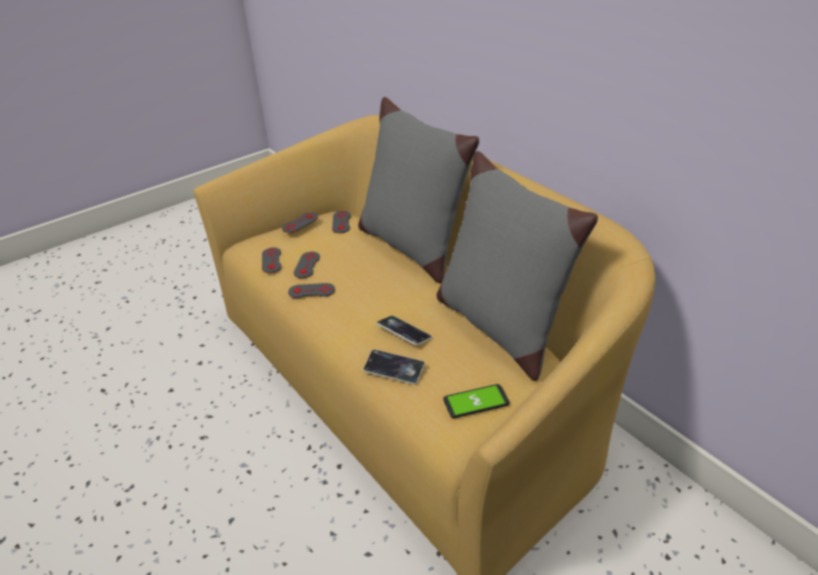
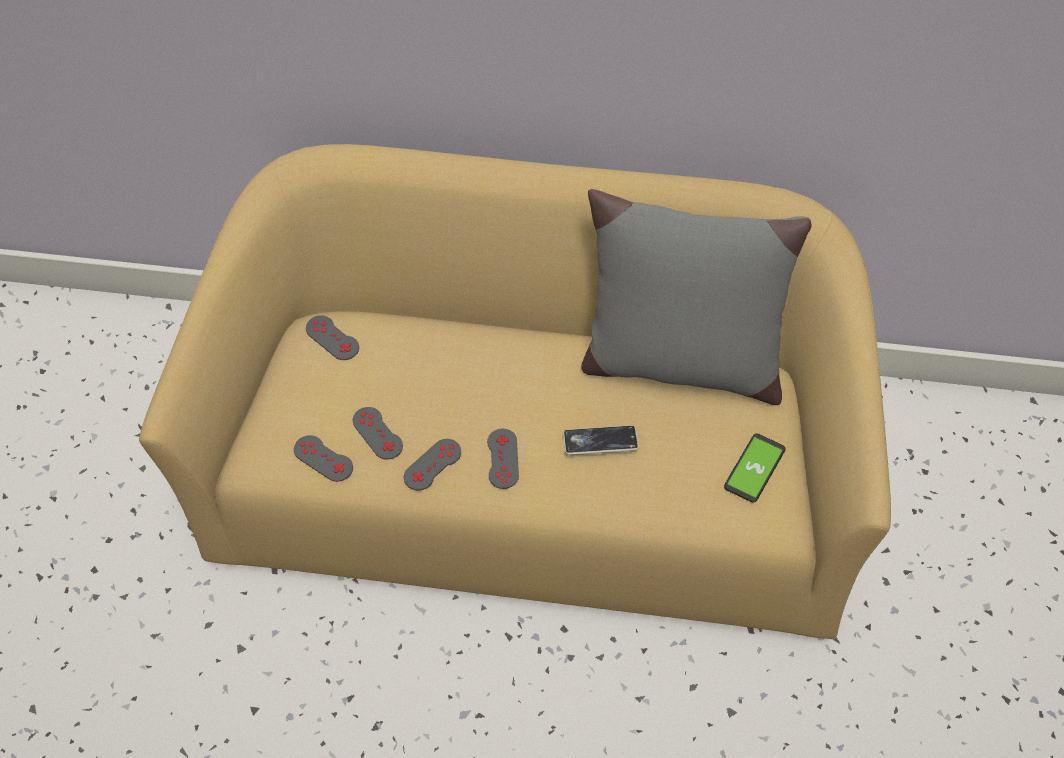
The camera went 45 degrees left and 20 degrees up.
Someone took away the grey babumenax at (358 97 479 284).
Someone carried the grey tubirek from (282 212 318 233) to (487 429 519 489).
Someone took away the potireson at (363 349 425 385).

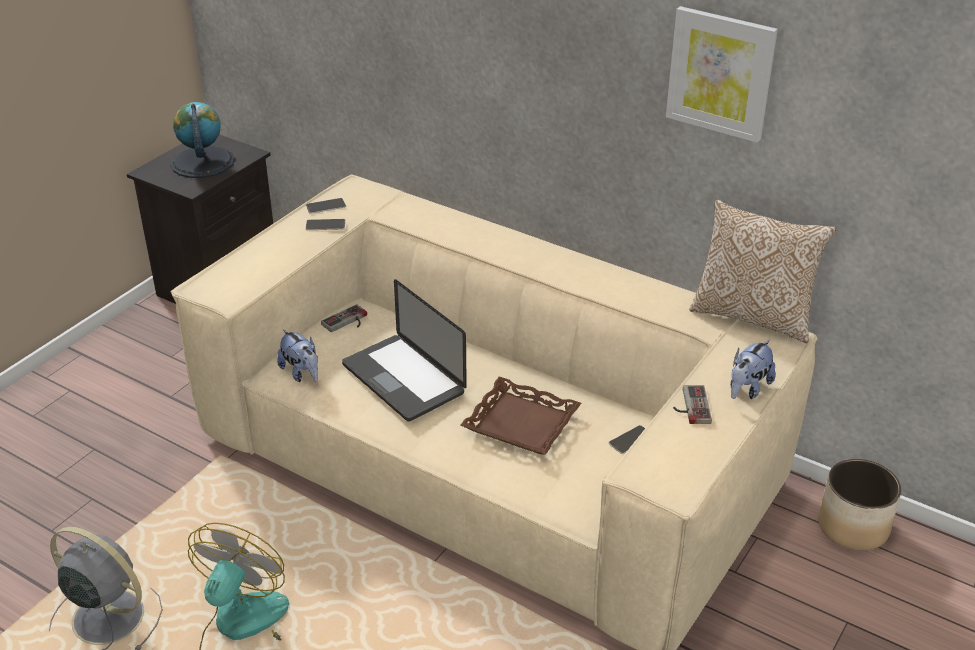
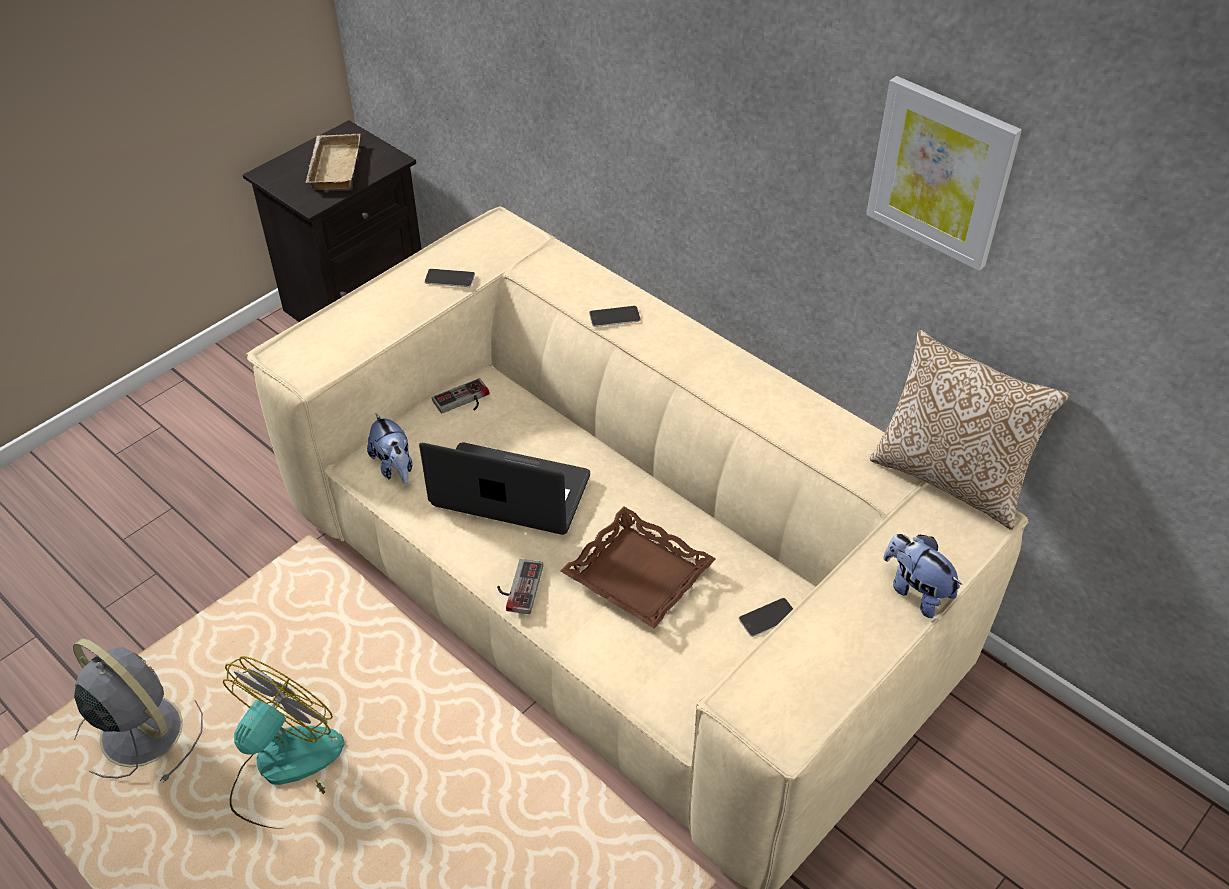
The camera went 10 degrees right and 10 degrees up.
Someone swapped the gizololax at (170 102 235 178) for the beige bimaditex at (305 134 360 190).
Someone carried the potireson from (306 198 346 214) to (589 306 641 327).
Someone rotated the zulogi at (342 279 467 422) by 135 degrees clockwise.
Someone rotated the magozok at (730 340 776 399) by 90 degrees clockwise.
Someone carried the tubirek from (673 385 712 424) to (497 559 543 614).
Someone took away the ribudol at (818 459 901 550).

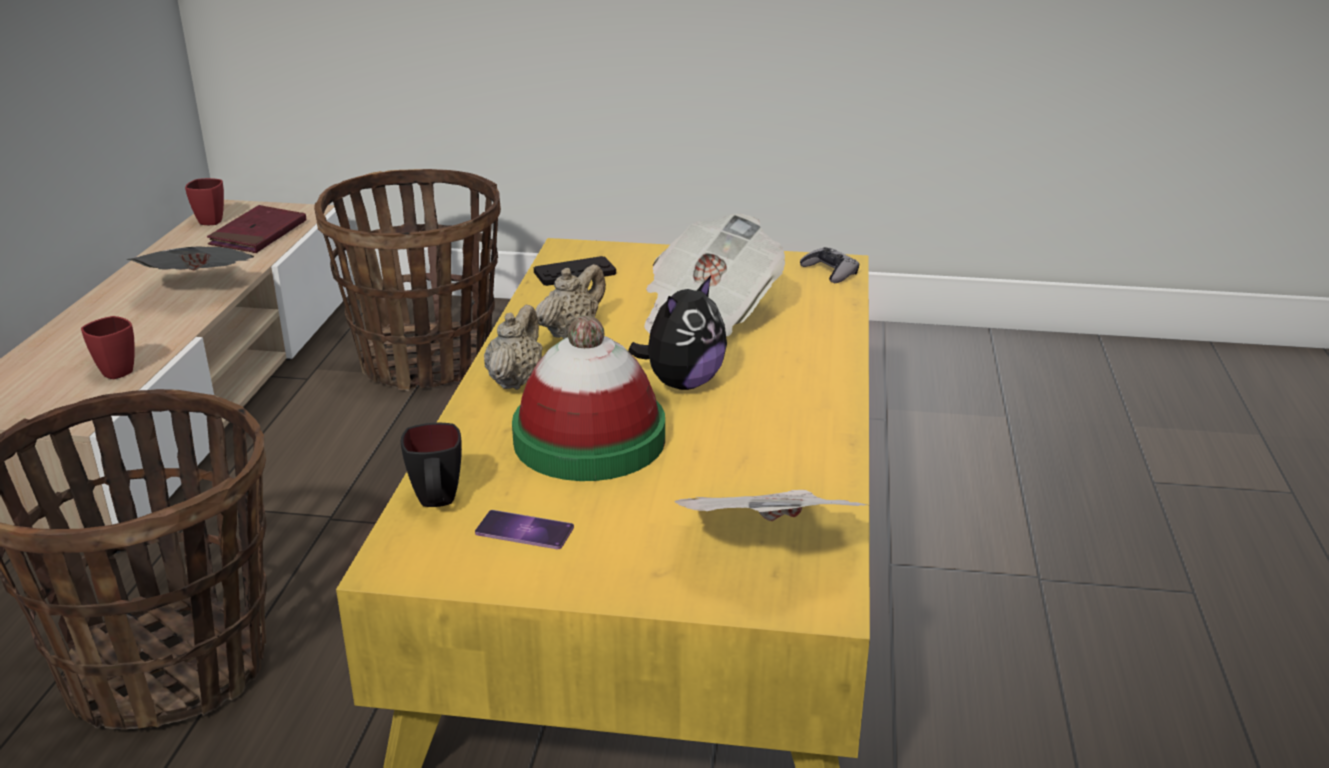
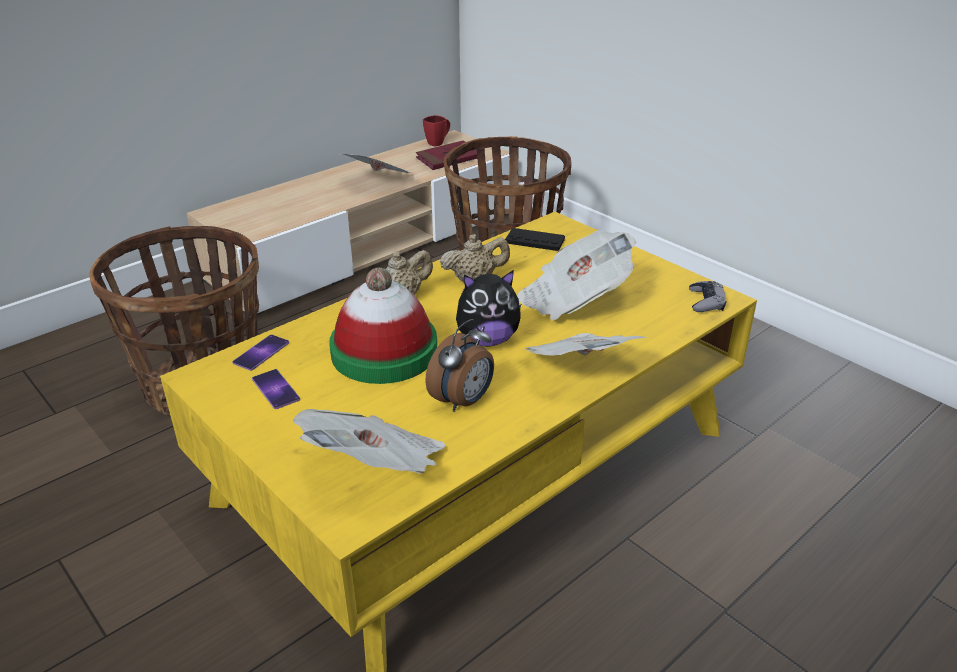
The camera went 40 degrees right and 5 degrees up.
Someone took away the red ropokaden at (81 316 135 379).
Someone swapped the black ropokaden at (401 423 462 507) for the potireson at (232 334 289 371).
Someone put down the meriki at (425 319 494 412).
Someone put down the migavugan at (525 333 647 356).

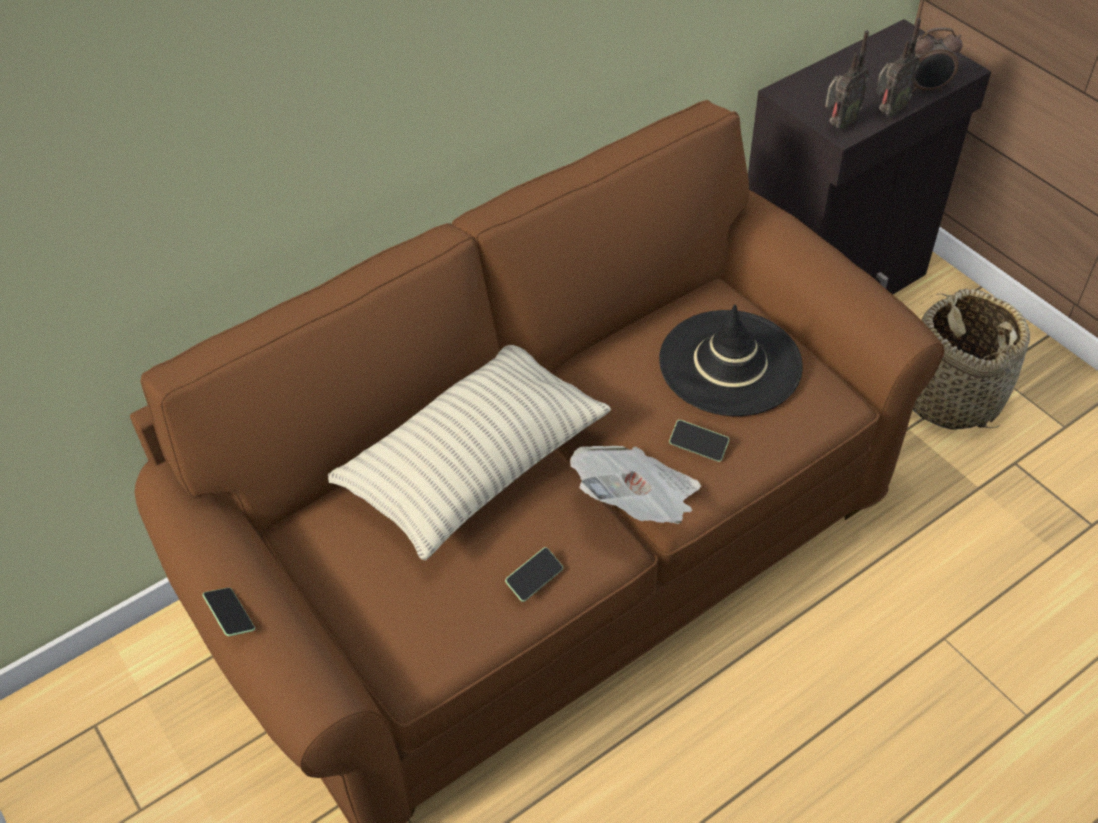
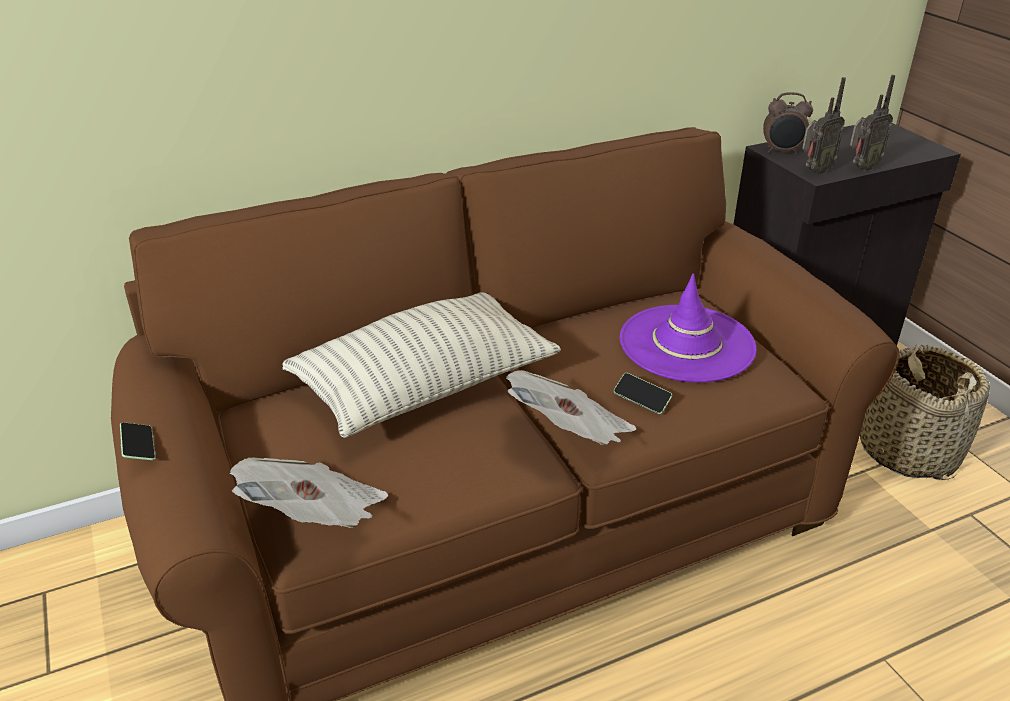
The camera went 10 degrees right and 15 degrees down.
Someone carried the meriki from (911 27 963 93) to (763 92 813 154).
Someone repainted the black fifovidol at (659 304 803 416), which became the purple fifovidol at (620 274 757 383).
Someone took away the potireson at (505 547 563 602).
Someone put down the migavugan at (230 458 388 528).

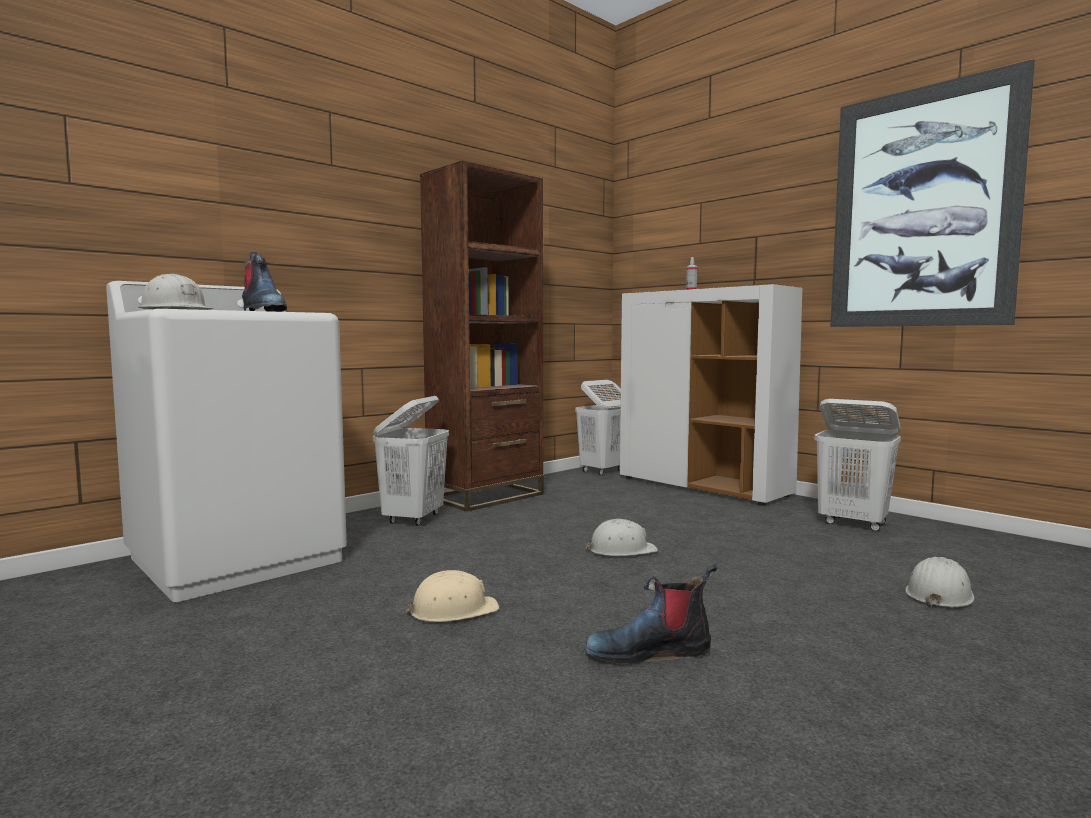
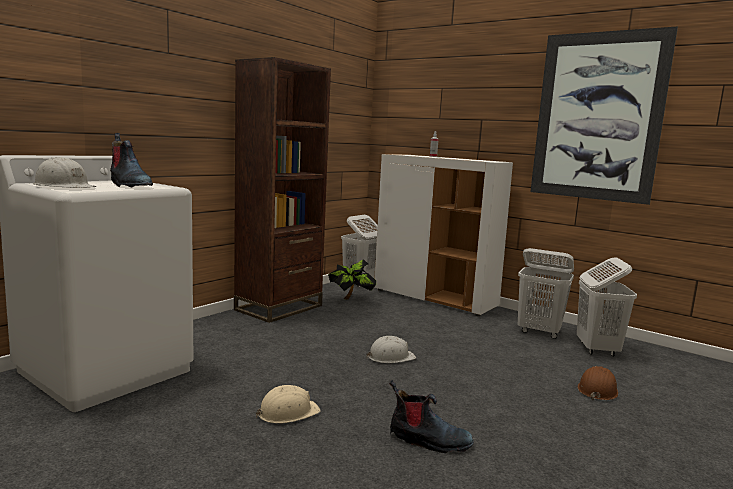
The camera went 10 degrees left and 5 degrees up.
Someone carried the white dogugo from (373 396 449 526) to (577 258 637 357).
Someone repainted the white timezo at (906 557 974 608), which became the brown timezo at (577 366 618 400).
Someone rotated the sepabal at (585 564 717 663) by 150 degrees counterclockwise.
Someone put down the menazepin at (328 259 376 300).

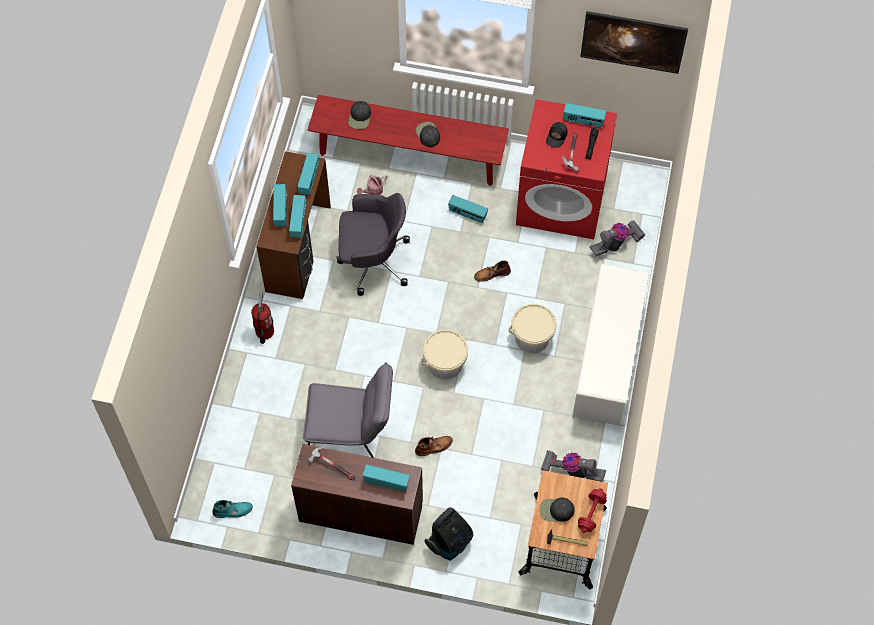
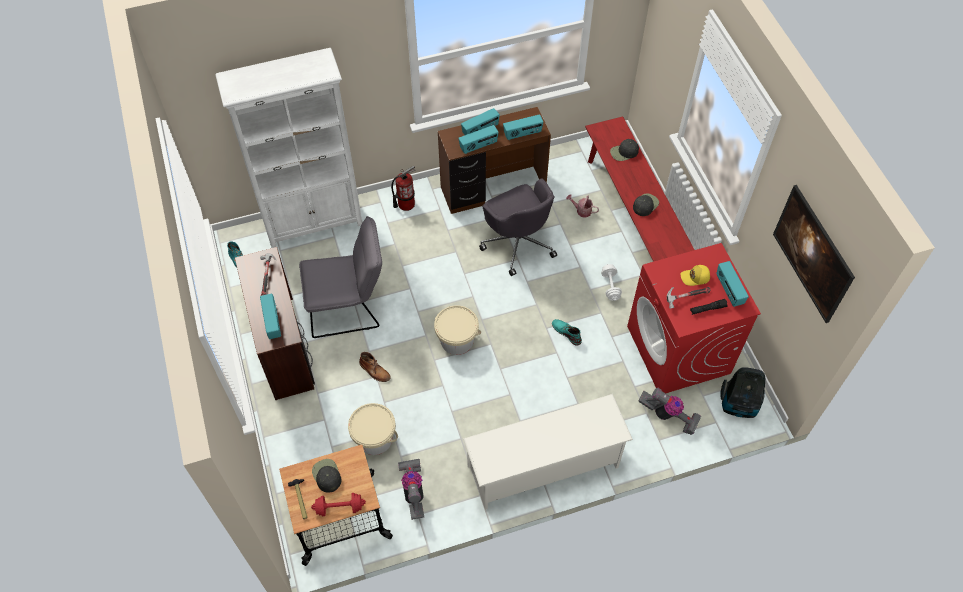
The camera went 60 degrees right and 5 degrees down.
Someone repainted the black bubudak at (546 122 568 148), which became the yellow bubudak at (681 265 710 286).
Someone swapped the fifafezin at (448 195 488 223) for the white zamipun at (601 264 622 301).
Someone repainted the brown sepabal at (474 260 511 282), which became the turquoise sepabal at (552 319 582 346).
Someone carried the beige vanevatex from (508 304 556 353) to (348 403 398 455).
Someone rotated the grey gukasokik at (303 362 393 458) by 75 degrees counterclockwise.
Someone carried the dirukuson from (424 507 473 561) to (720 367 765 418).
Someone put down the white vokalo at (215 48 363 248).

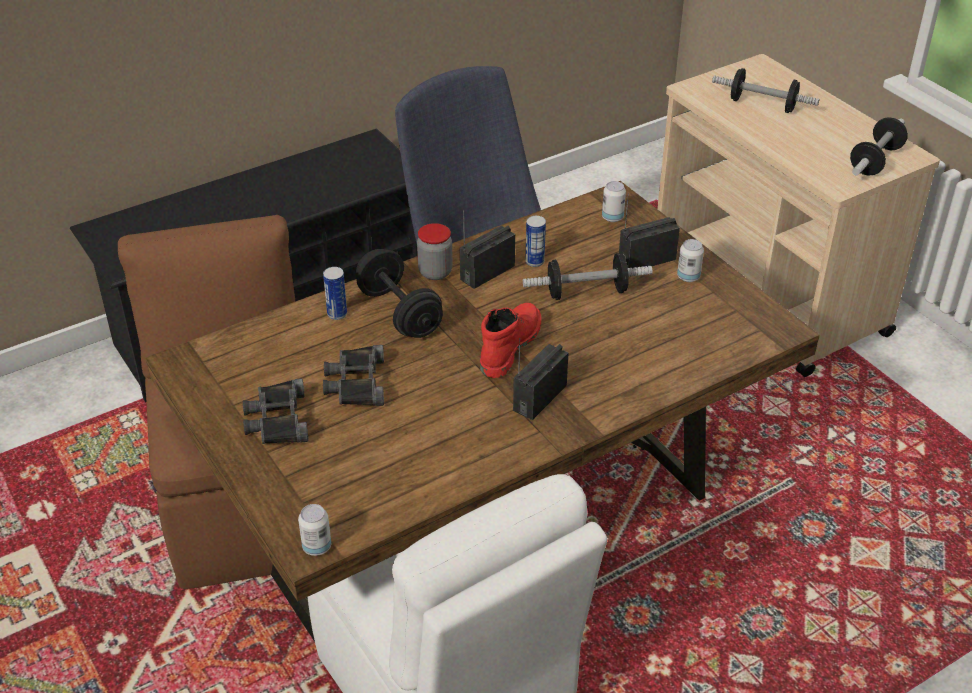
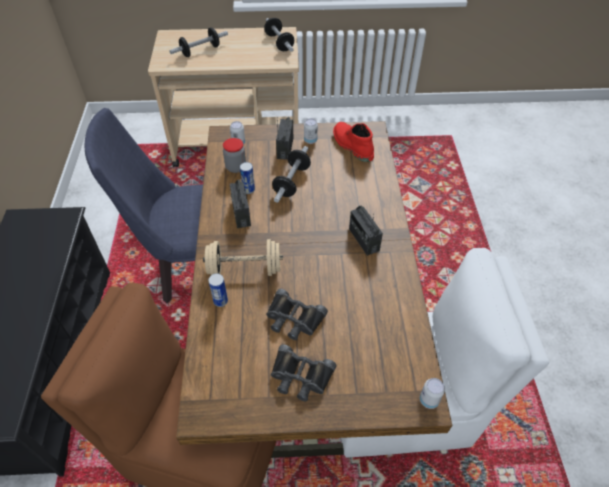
The camera went 60 degrees left and 10 degrees up.
Someone carried the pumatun from (417 223 453 280) to (223 138 246 173).
Someone repainted the black zamipun at (356 249 443 338), which became the beige zamipun at (203 239 283 276).
Someone carried the red sepabal from (480 303 541 378) to (333 122 374 162).

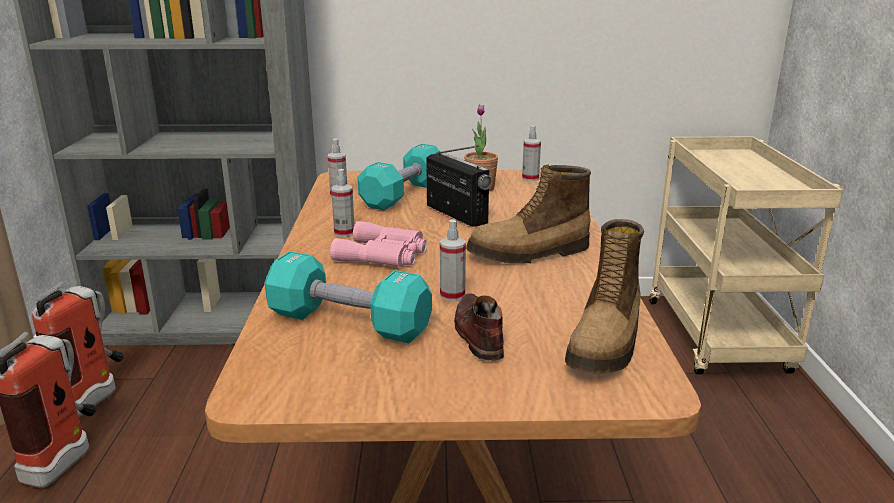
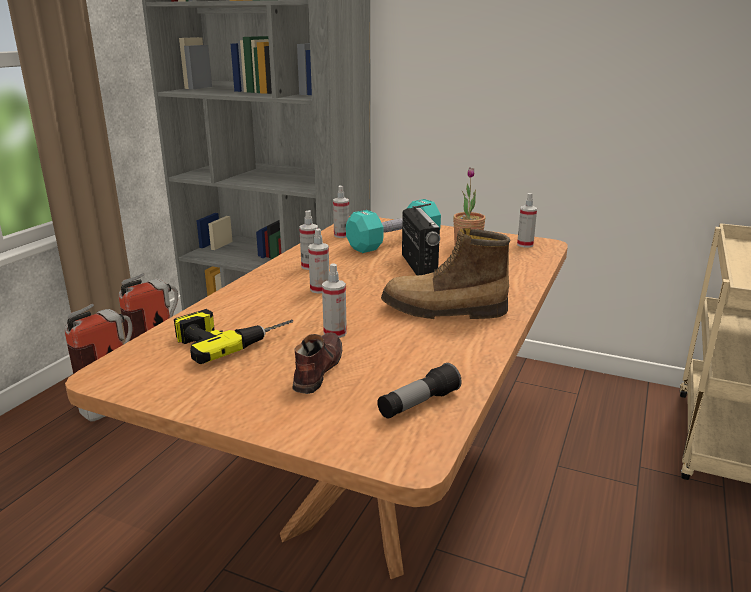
The camera went 25 degrees right and 0 degrees up.
Someone swapped the sepabal at (565 219 644 374) for the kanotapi at (377 363 462 419).
Someone swapped the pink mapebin at (330 221 427 267) for the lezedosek at (308 228 329 293).
Someone swapped the turquoise zamipun at (265 251 432 343) for the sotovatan at (174 309 293 364).

